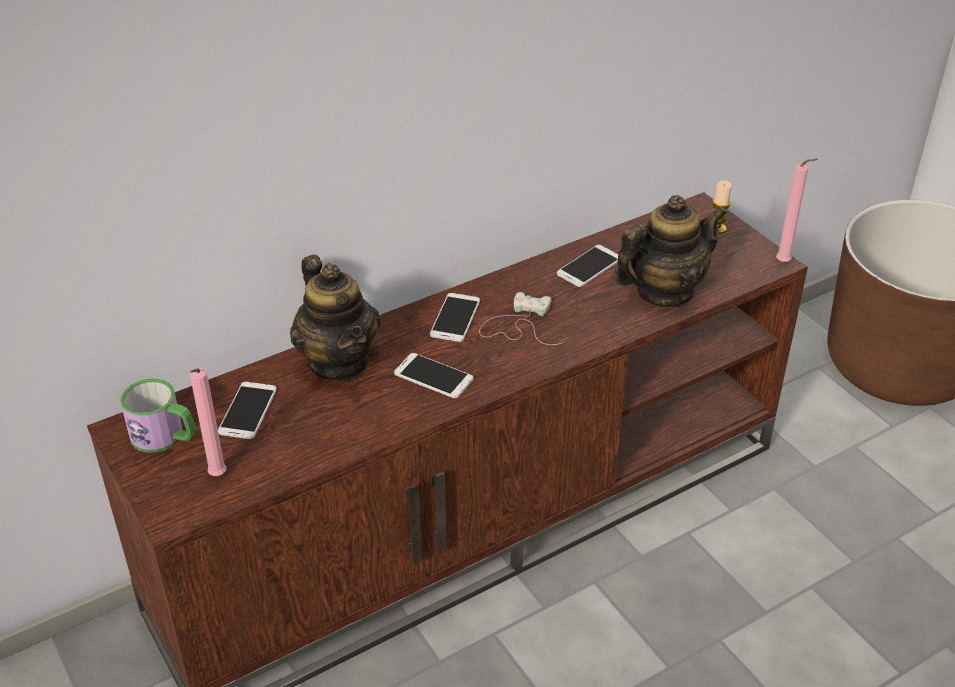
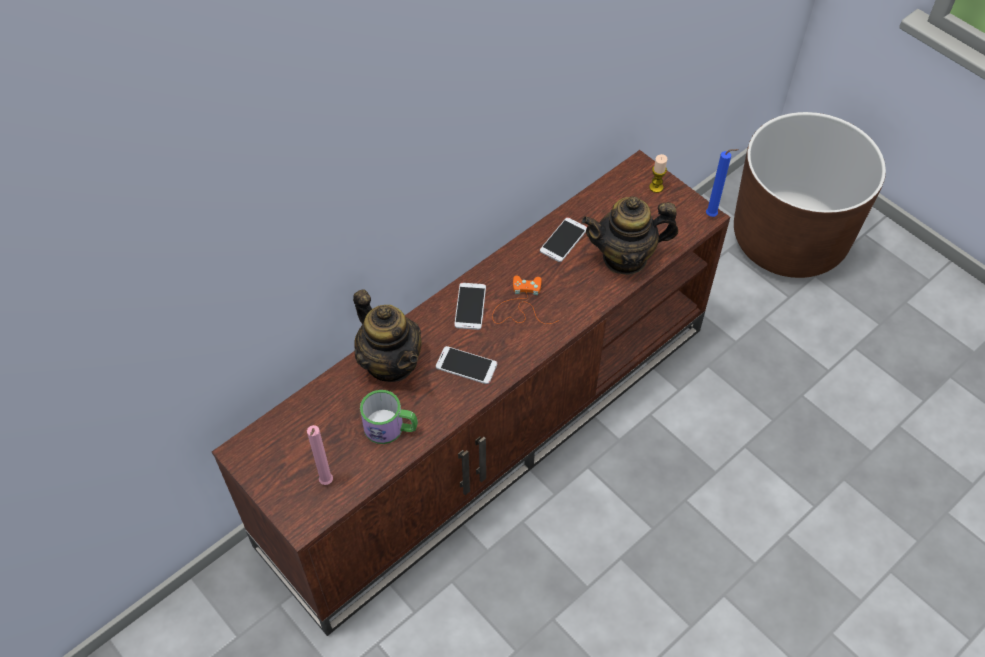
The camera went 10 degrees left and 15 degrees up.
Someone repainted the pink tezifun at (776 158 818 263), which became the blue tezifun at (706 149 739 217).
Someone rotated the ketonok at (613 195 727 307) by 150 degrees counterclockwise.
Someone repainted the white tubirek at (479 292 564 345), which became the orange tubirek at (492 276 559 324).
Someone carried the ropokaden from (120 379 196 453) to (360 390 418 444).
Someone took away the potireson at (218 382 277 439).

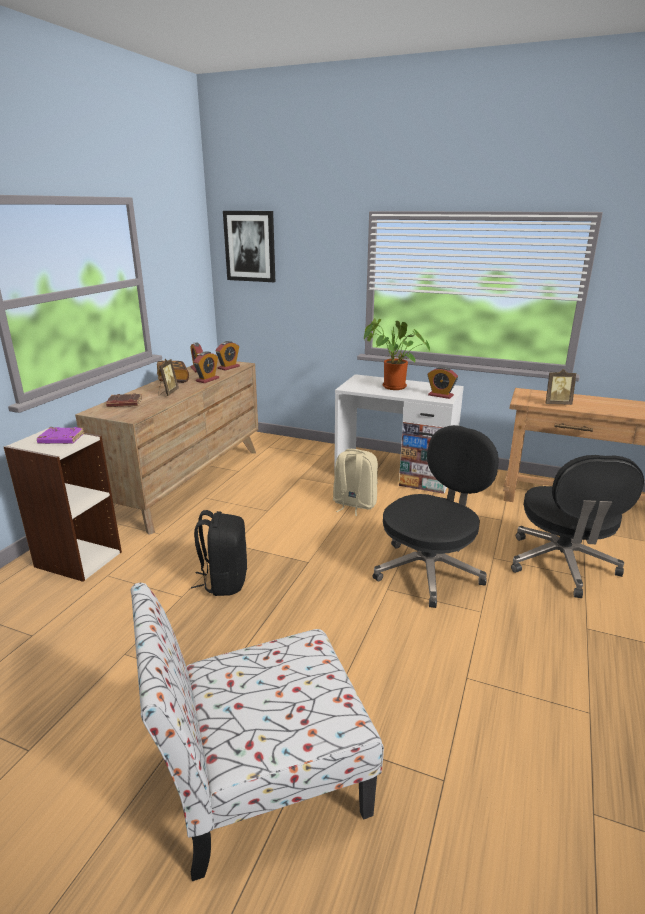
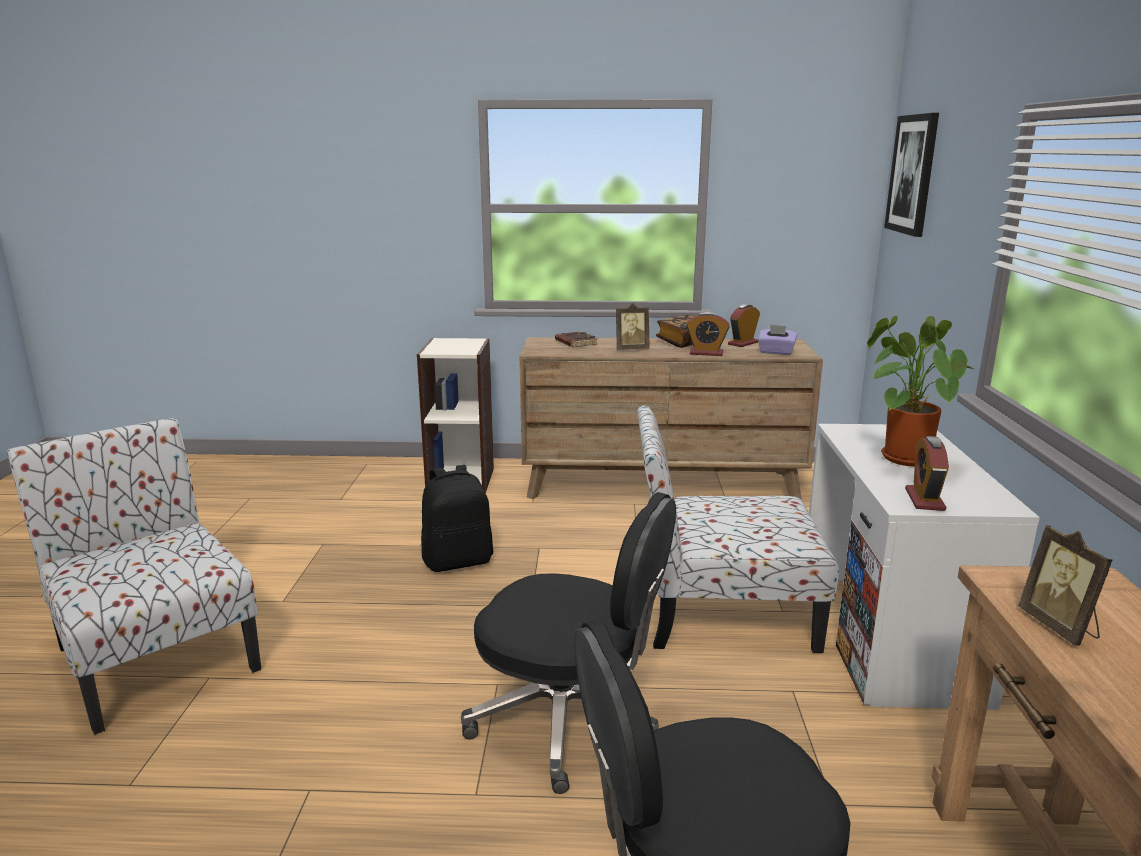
The camera went 70 degrees right and 5 degrees down.
Someone swapped the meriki at (215 341 240 371) for the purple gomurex at (758 325 797 355).
Someone took away the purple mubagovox at (37 427 85 444).
Someone swapped the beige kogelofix at (333 449 378 516) for the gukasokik at (637 405 839 653).

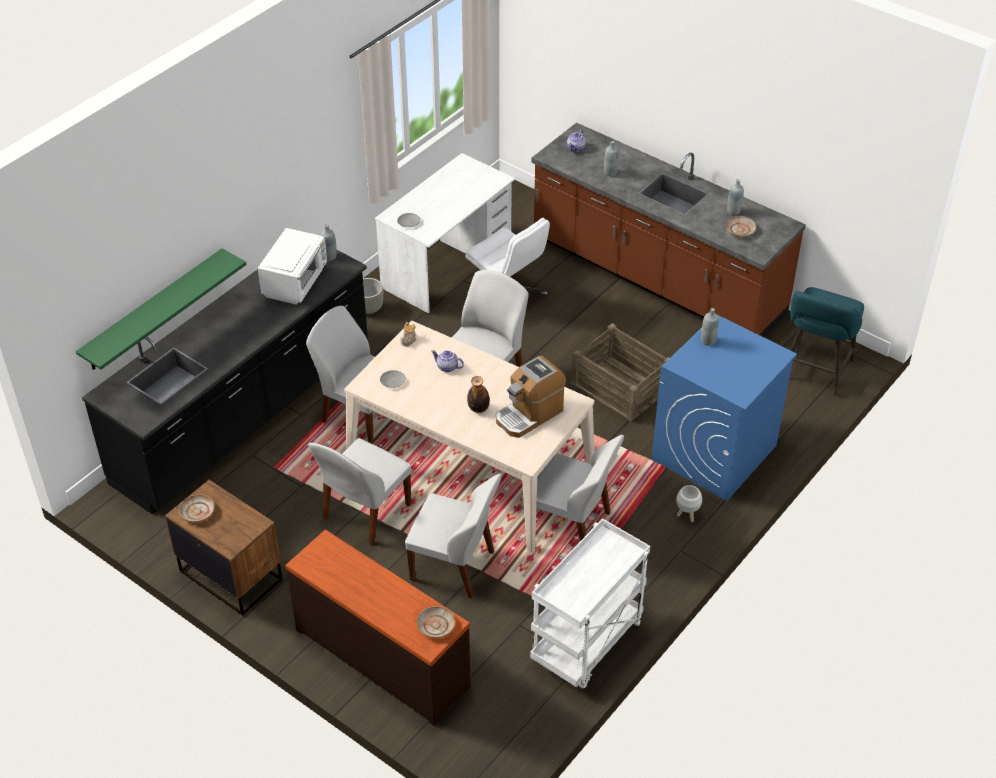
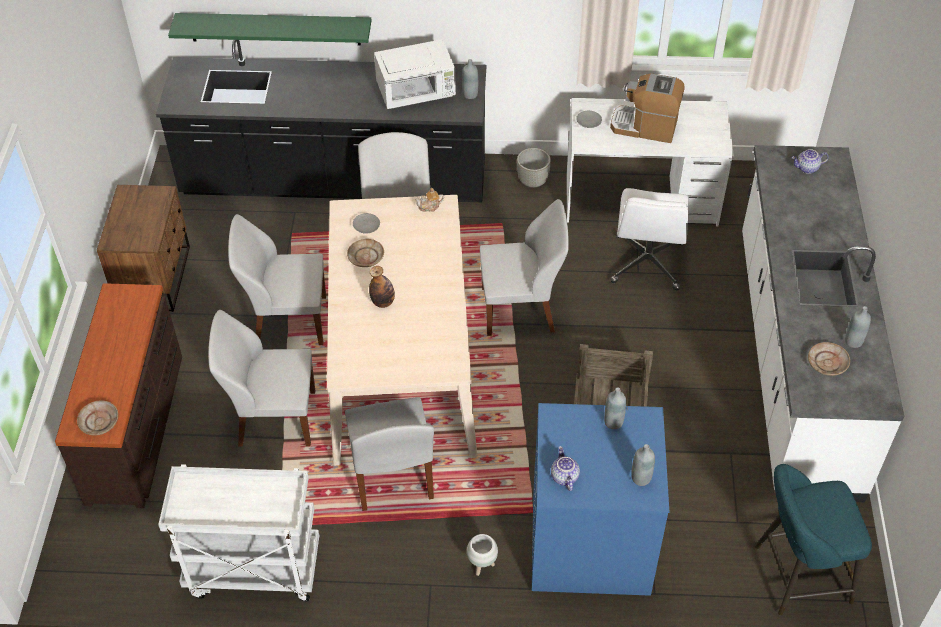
The camera went 55 degrees right and 5 degrees up.
Someone repainted the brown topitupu at (531 123 806 337), which became the white topitupu at (742 145 904 502).
Someone carried the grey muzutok from (604 141 619 176) to (631 444 655 486).
Someone carried the ketonok from (431 350 464 372) to (551 446 580 491).
Someone carried the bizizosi from (496 356 566 438) to (610 73 685 143).
Someone rotated the white gukasokik at (405 473 502 599) by 105 degrees clockwise.
Someone carried the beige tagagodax from (179 494 215 523) to (347 239 384 267).

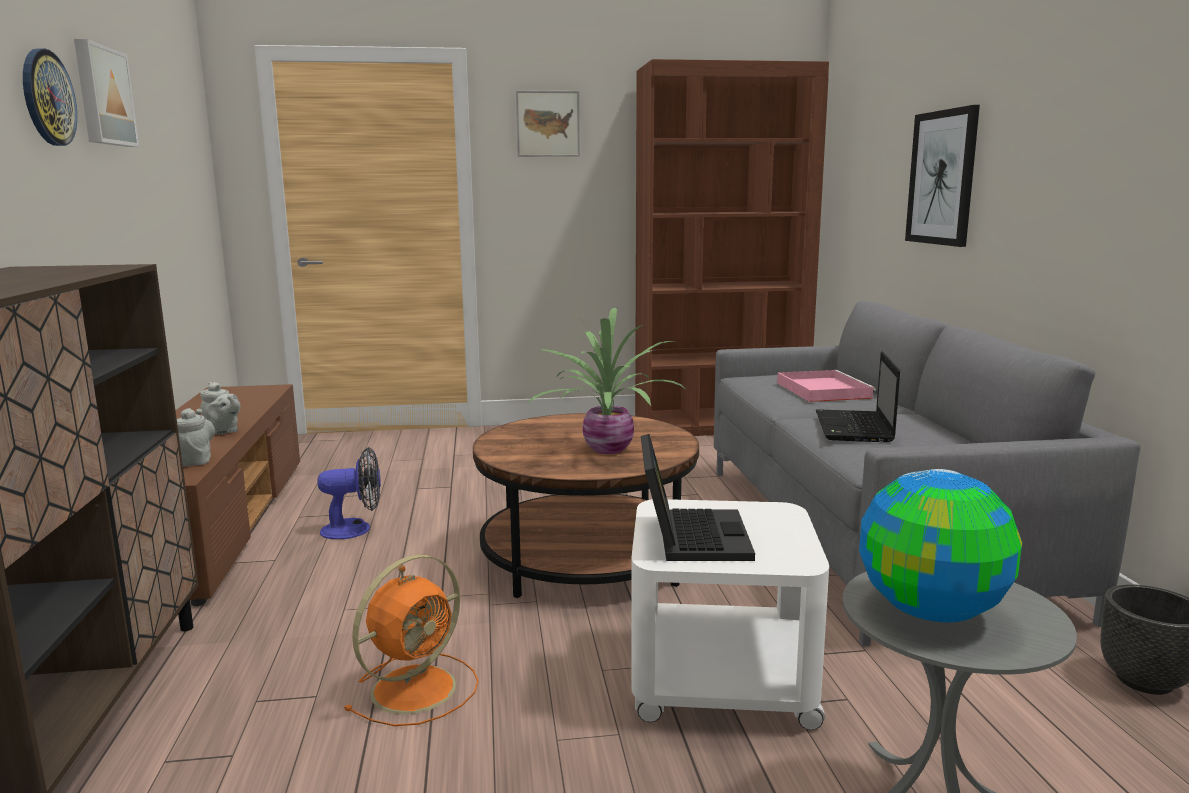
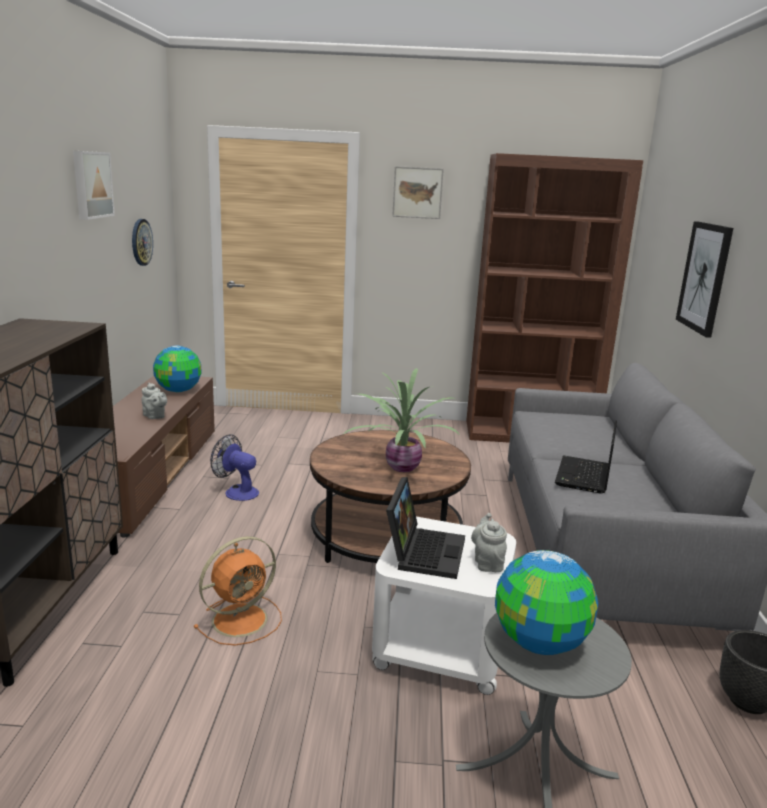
The camera went 10 degrees right and 5 degrees up.
Someone carried the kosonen from (23 49 77 146) to (132 219 153 266).
Someone took away the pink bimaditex at (777 370 876 402).
Someone carried the grey ketonok from (177 408 215 466) to (471 513 507 572).
Someone rotated the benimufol at (317 447 381 539) by 150 degrees counterclockwise.
Someone put down the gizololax at (153 345 202 392).

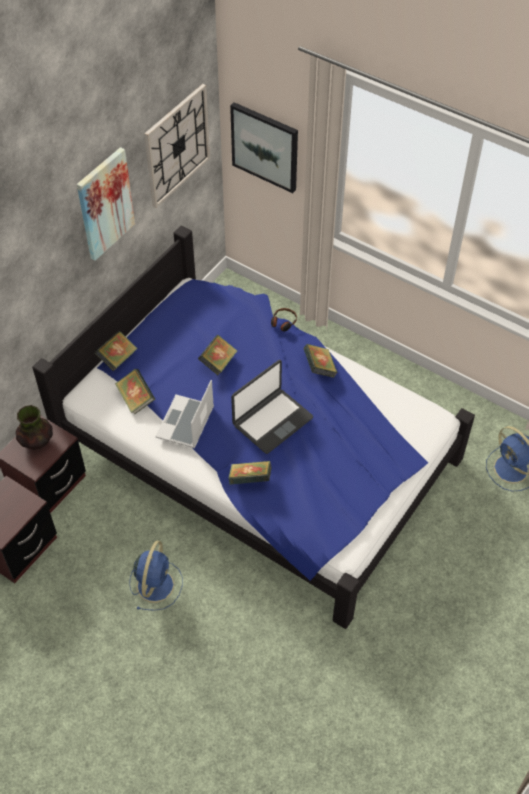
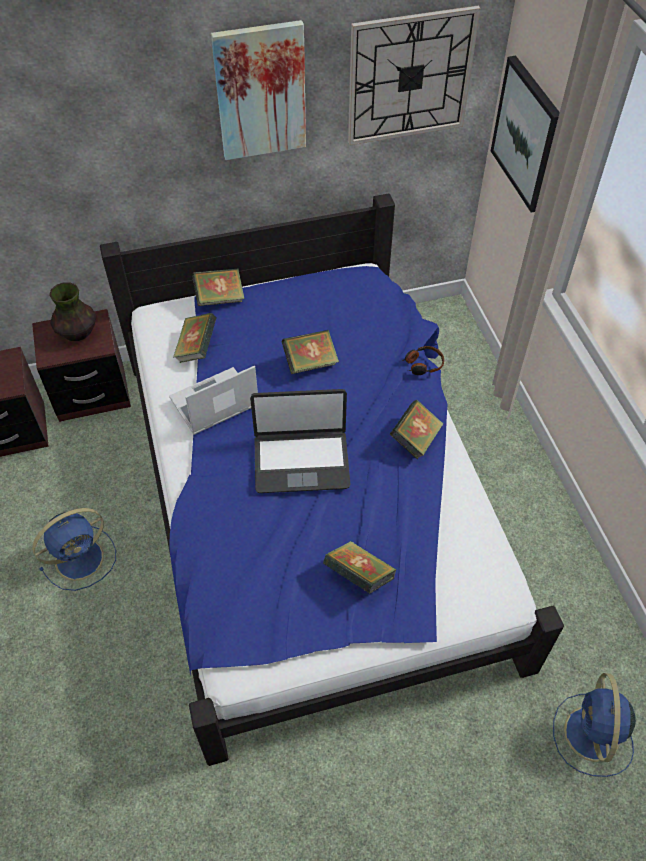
The camera went 40 degrees right and 0 degrees up.
Someone carried the mubagovox from (229 461 272 485) to (323 541 397 594).

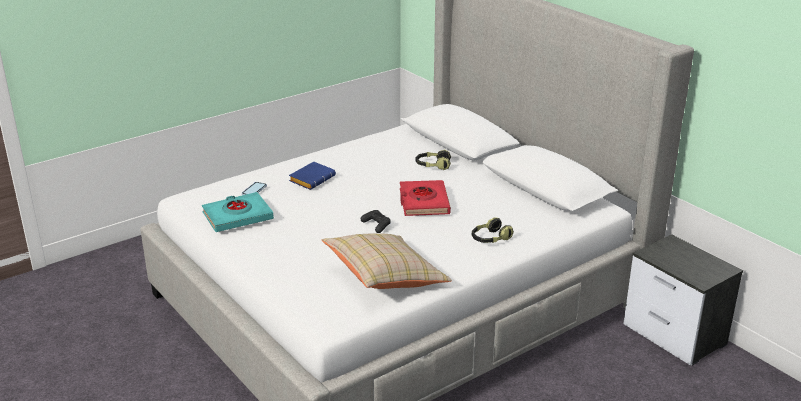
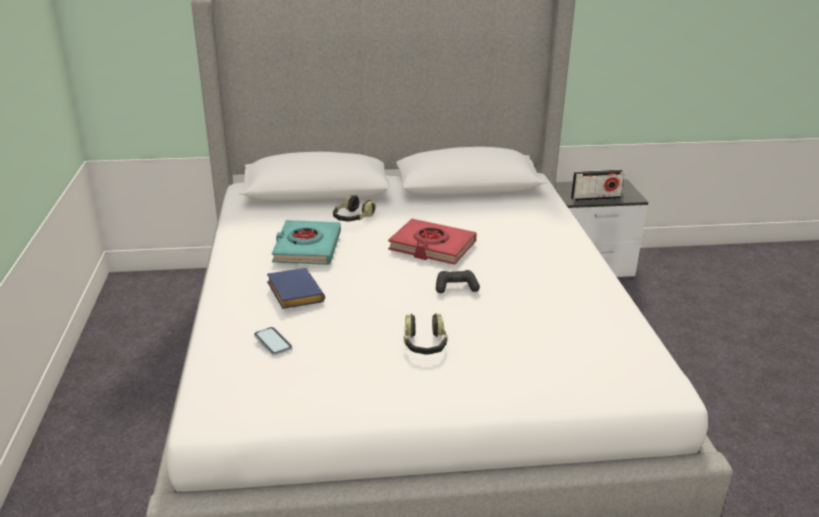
The camera went 60 degrees left and 0 degrees up.
Someone carried the turquoise mubagovox from (202 192 274 232) to (272 220 341 265).
Someone carried the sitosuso from (472 217 514 243) to (404 313 448 355).
Someone took away the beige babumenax at (322 233 452 289).
Someone put down the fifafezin at (571 169 625 201).

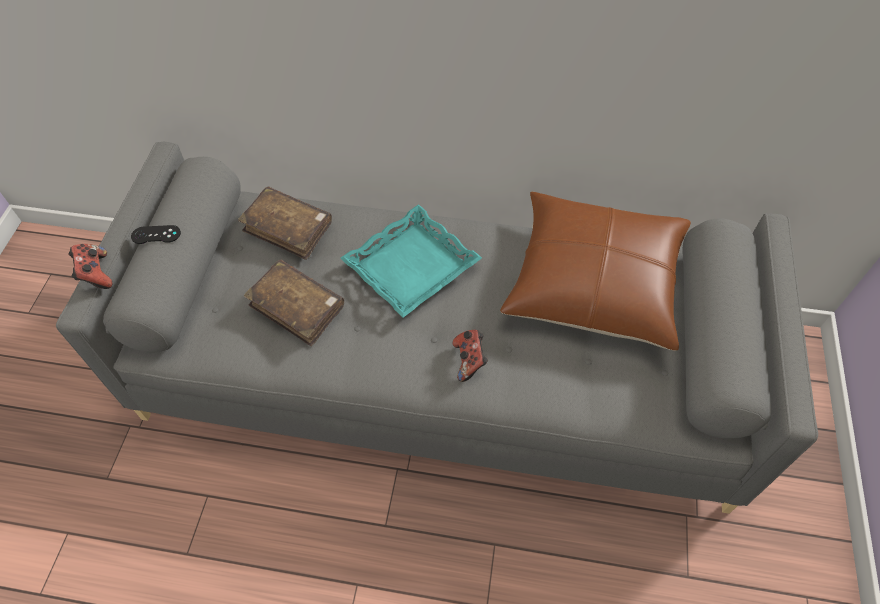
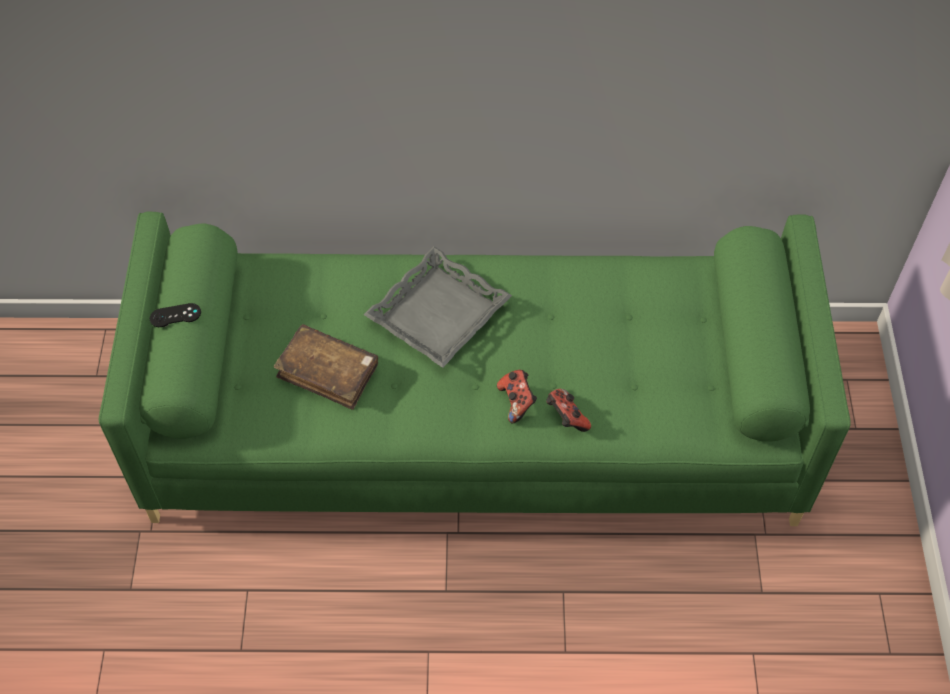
The camera went 10 degrees left and 0 degrees up.
Someone repainted the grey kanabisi at (56 141 818 514), which became the green kanabisi at (99 212 851 526).
Someone took away the brown mubagovox at (238 186 332 260).
Someone took away the brown babumenax at (500 192 691 351).
Someone repainted the turquoise bimaditex at (340 204 482 318), which became the grey bimaditex at (364 246 512 368).
Someone carried the tubirek from (68 244 112 289) to (546 389 591 432).

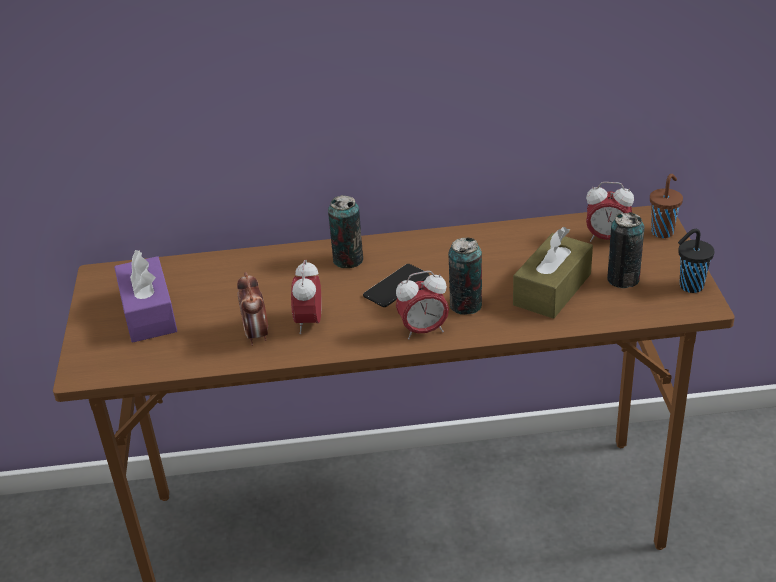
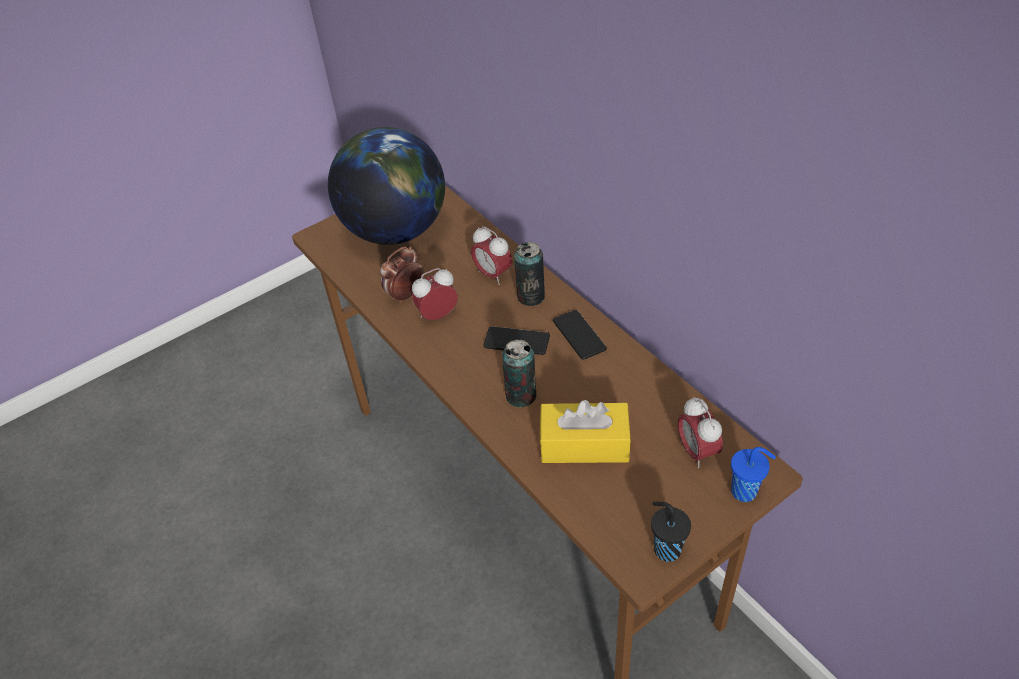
The camera went 60 degrees right and 10 degrees up.
Someone repainted the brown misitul at (650 174 683 238), which became the blue misitul at (731 447 776 502).
Someone took away the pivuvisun at (607 212 644 288).
Someone repainted the brown gomurex at (513 227 593 319), which became the yellow gomurex at (540 400 631 463).
Someone swapped the purple gomurex at (114 250 177 342) for the gizololax at (328 127 445 245).
Someone carried the meriki from (396 271 449 340) to (471 226 513 285).
Someone put down the potireson at (553 310 607 360).

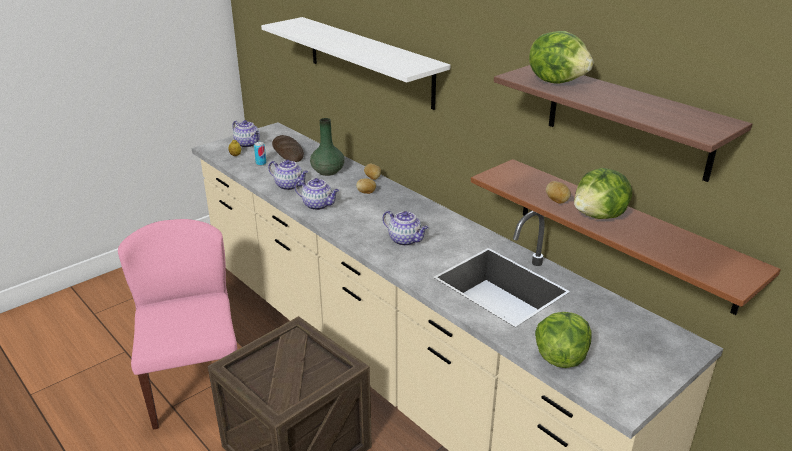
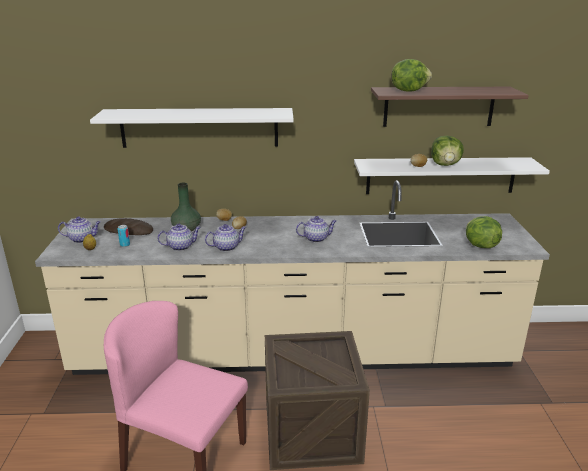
The camera went 50 degrees left and 5 degrees down.
Someone repainted the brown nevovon at (471 159 781 315), which became the white nevovon at (354 157 550 194).

